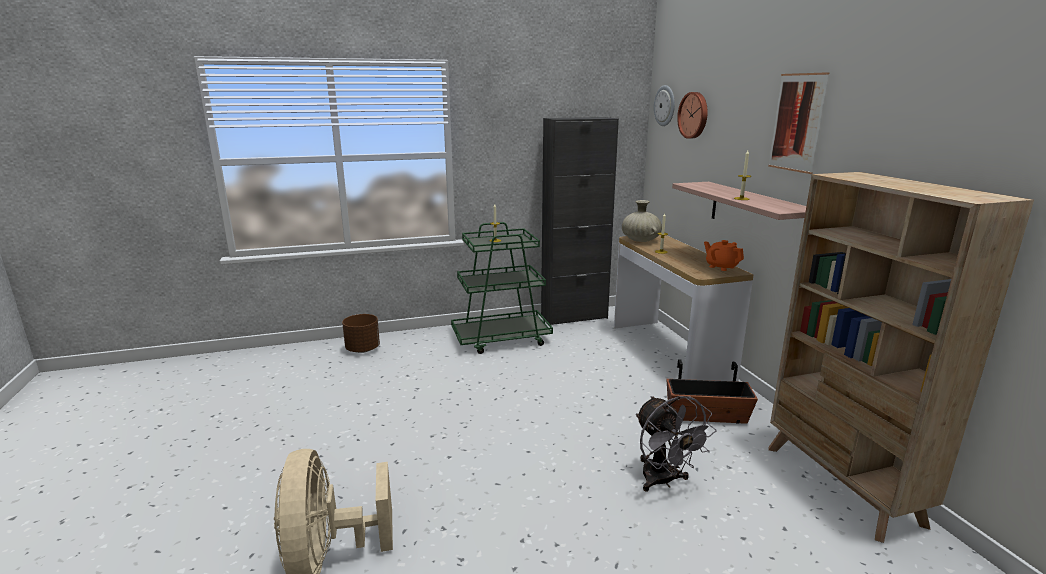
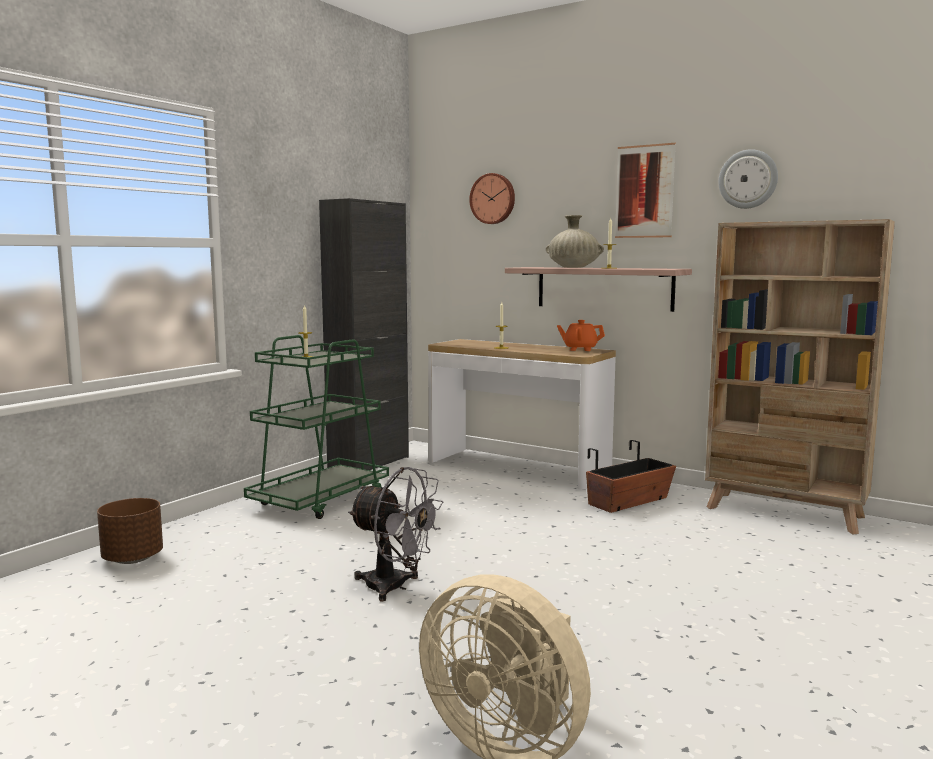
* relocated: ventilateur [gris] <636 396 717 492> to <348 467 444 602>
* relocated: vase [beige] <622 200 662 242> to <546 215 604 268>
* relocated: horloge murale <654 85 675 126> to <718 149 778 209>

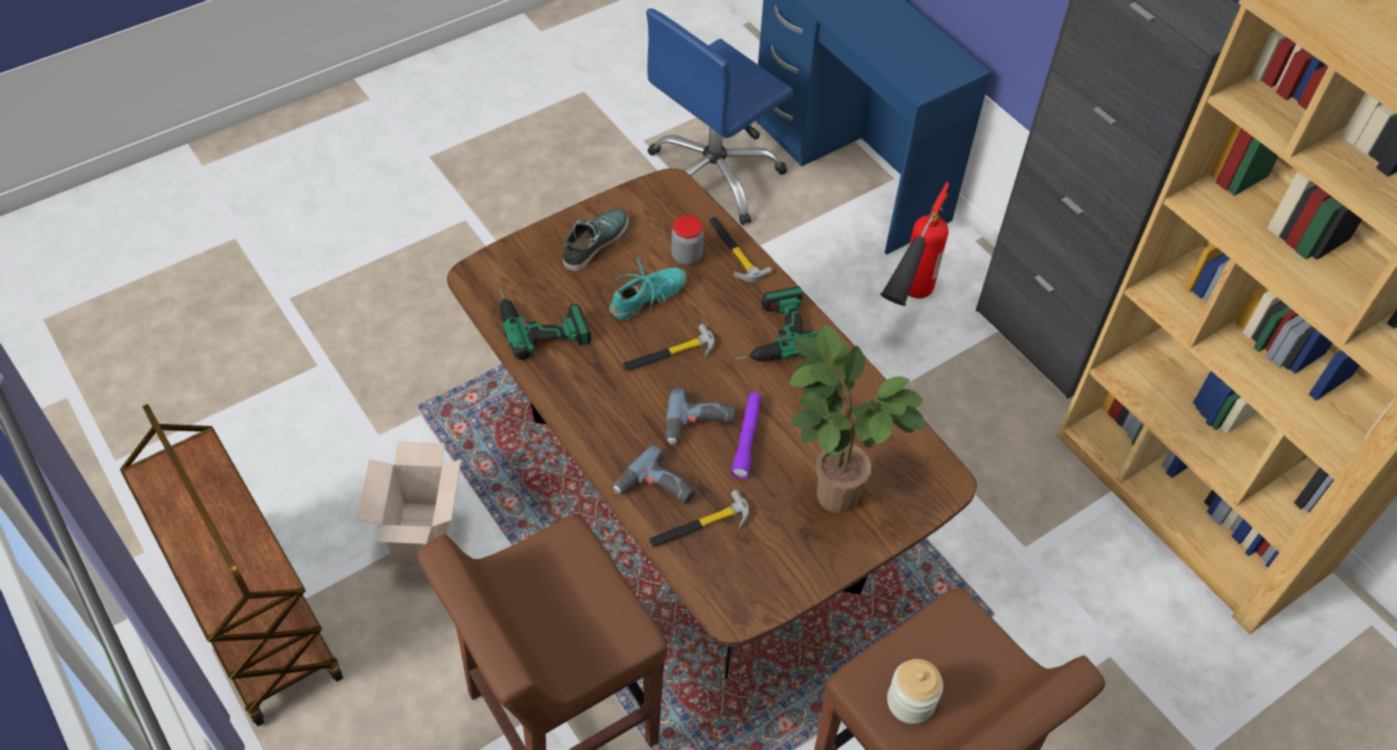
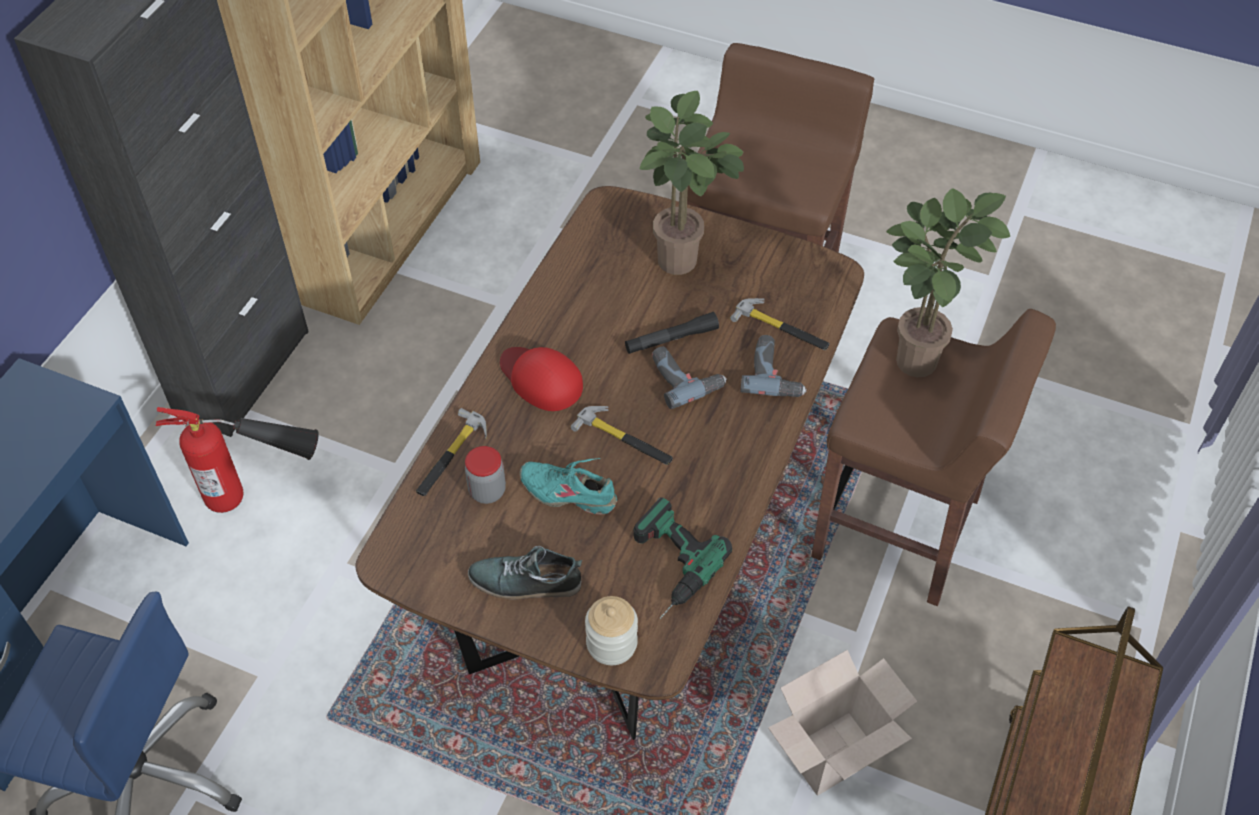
* exchanged: perceuse <733 286 818 361> to casquette [rouge] <500 347 583 411>
* relocated: bocal <887 659 943 724> to <585 596 638 665>
* colour: lampe de poche [violet] <731 392 762 479> to lampe de poche [noir] <625 312 719 354>
* appeared: plante en pot <886 188 1010 377>

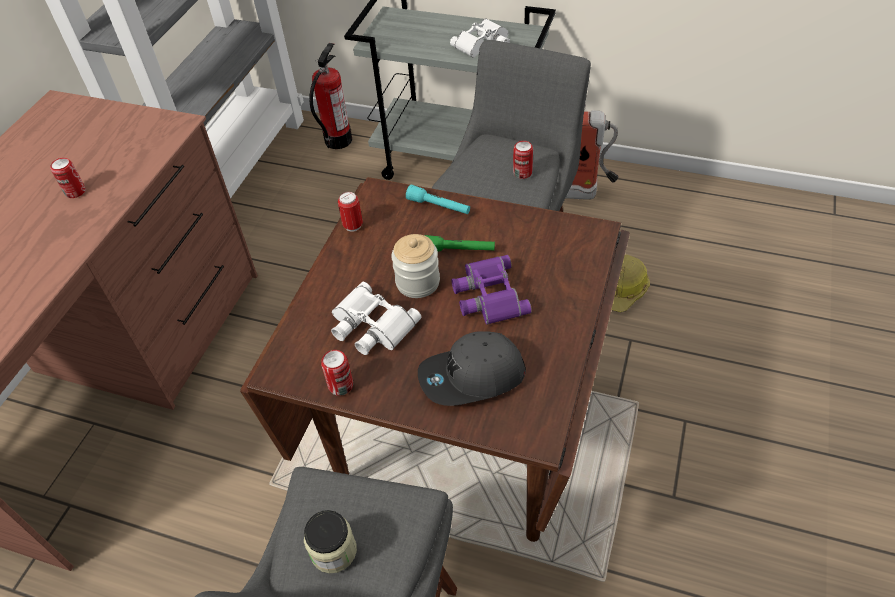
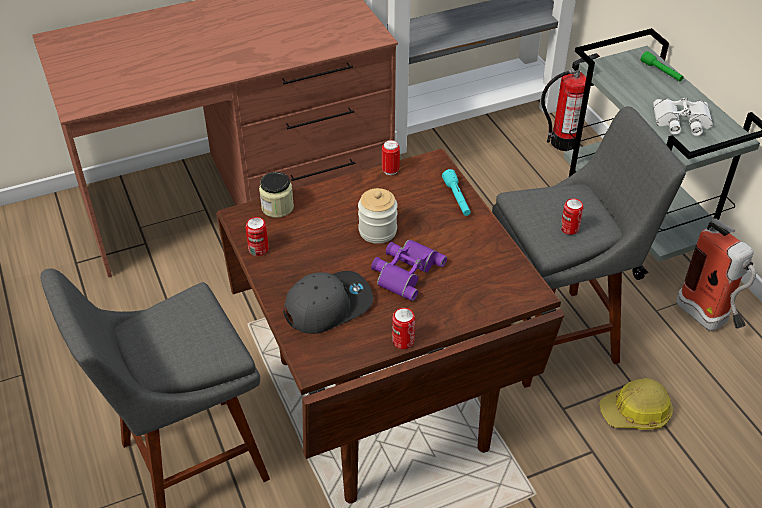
* relocated: bocal <304 510 357 573> to <259 172 294 218>
* spun: casquette [gris] <418 331 526 406> = <283 271 373 334> 120 degrees clockwise
* relocated: boîte métallique <50 158 86 198> to <392 308 415 349>
* relocated: lampe de poche [vert] <425 235 495 252> to <641 51 684 82>
* missing: jumelles [blanc] <331 282 422 355>

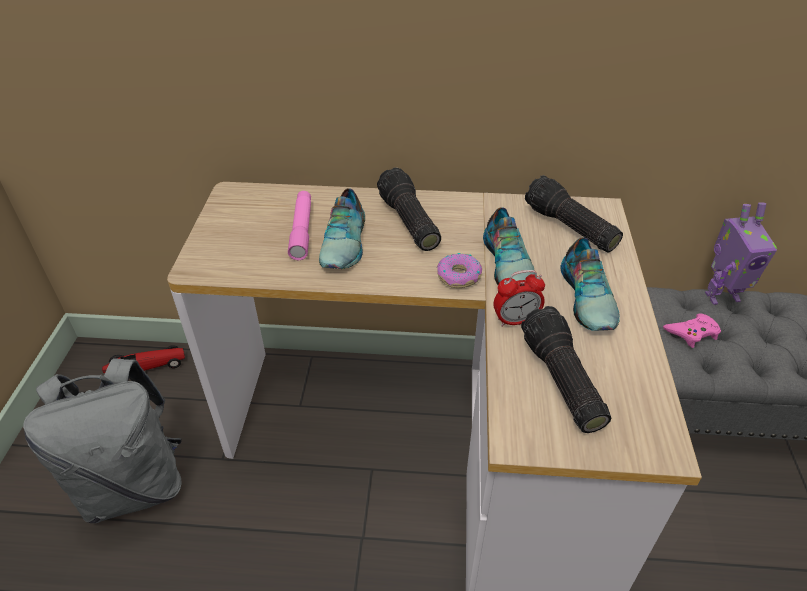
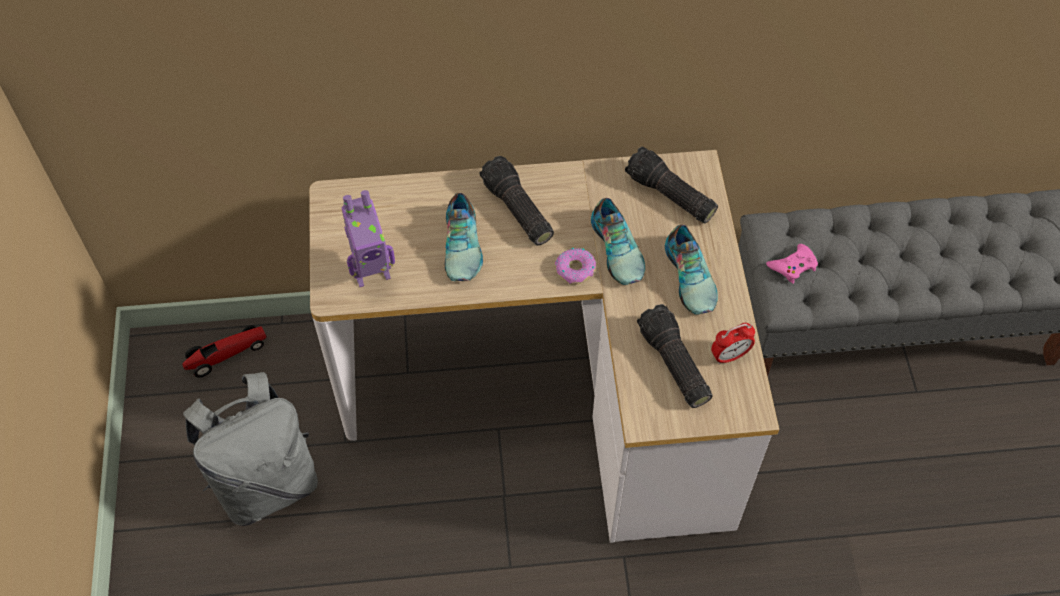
* relocated: robot jouet <705 202 777 305> to <342 190 395 287>
* relocated: réveil <494 270 545 326> to <711 323 755 364>
* missing: lampe de poche [rose] <288 191 311 260>

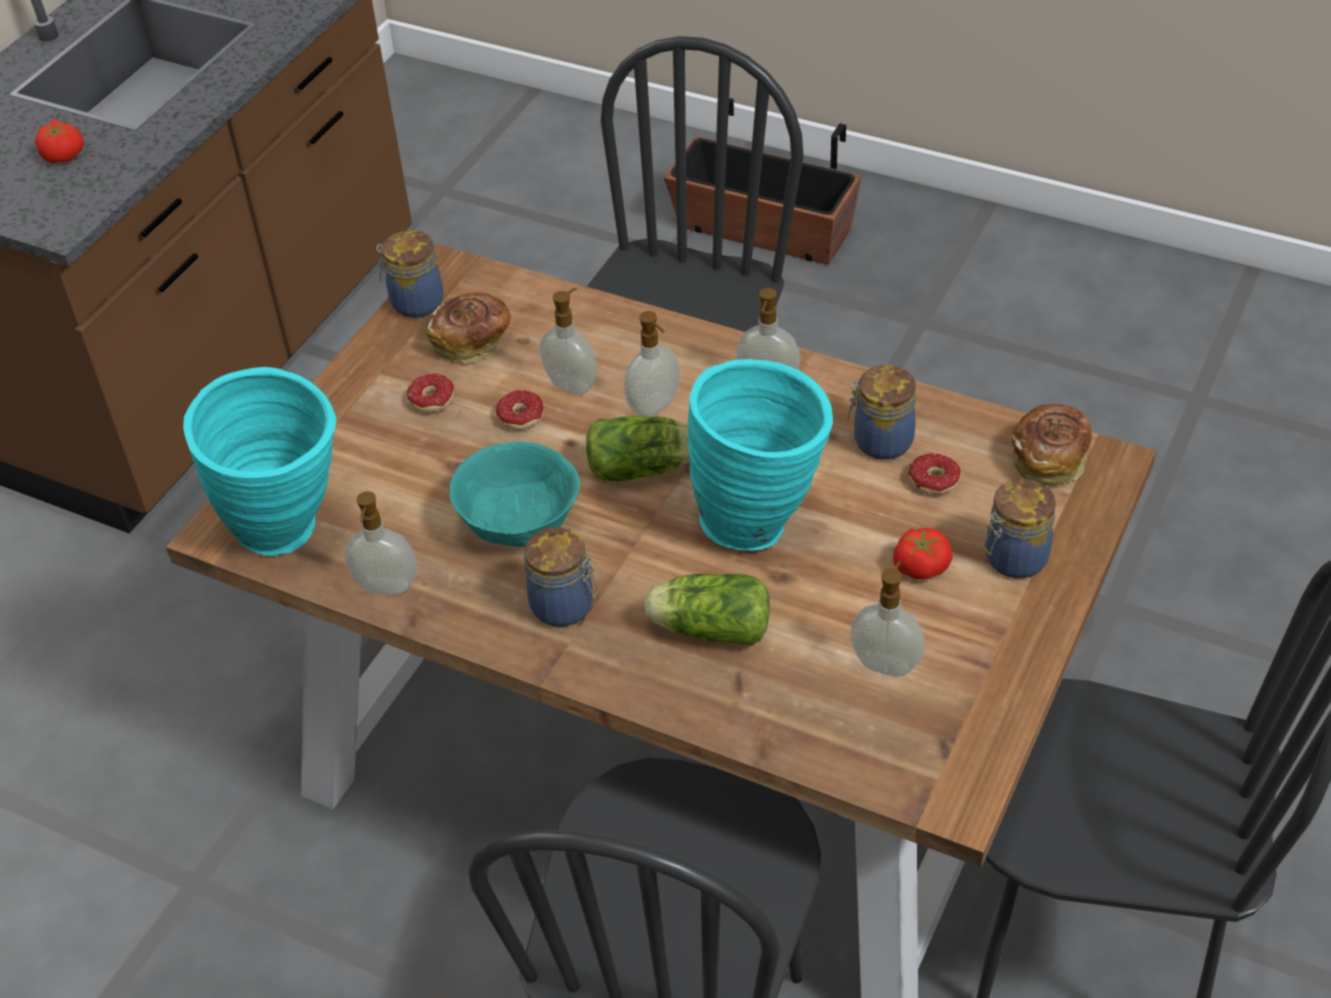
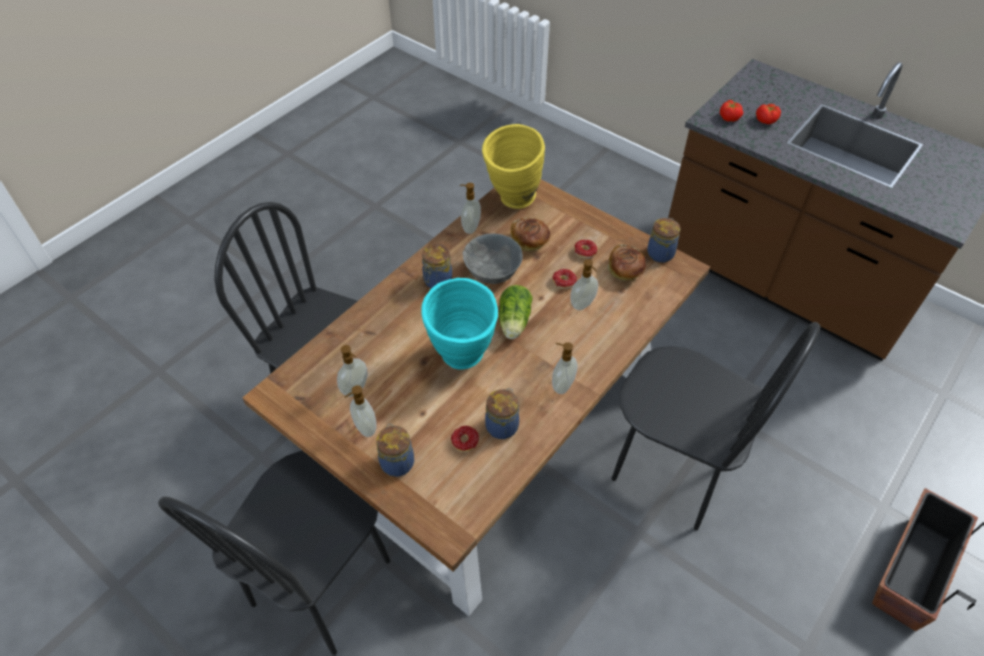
* relocated: distributeur de savon <624 311 680 416> to <344 385 377 437>
* colour: bol [turquoise] <449 442 580 547> to bol [gris] <463 233 523 284>
* colour: vase [turquoise] <183 367 336 556> to vase [jaune] <482 124 545 209>
* relocated: pain <1012 404 1092 486> to <511 217 550 252>
* relocated: tomate <893 528 953 580> to <720 100 743 122>
* missing: laitue <644 574 770 646>

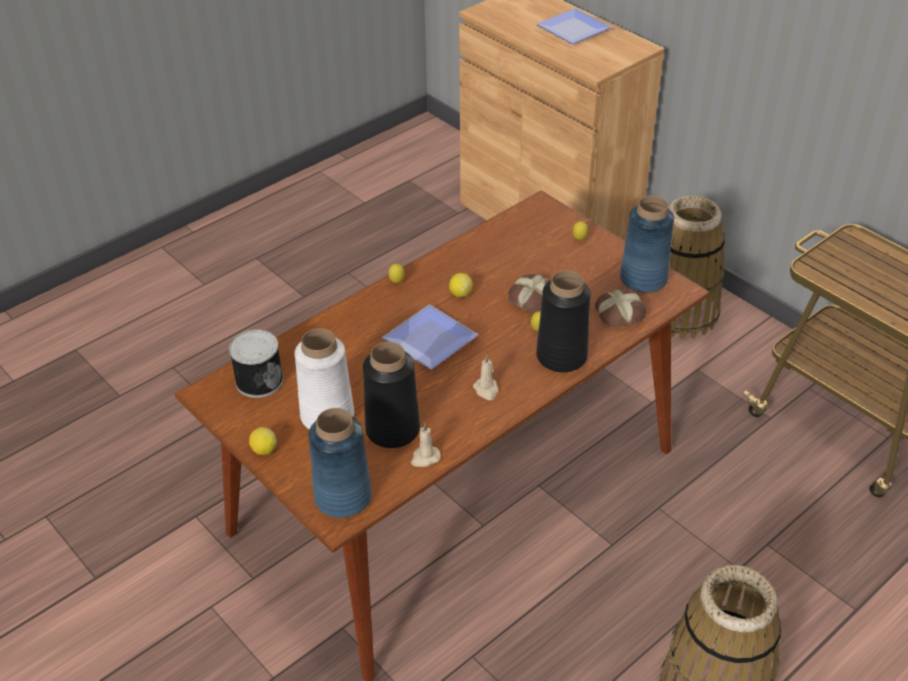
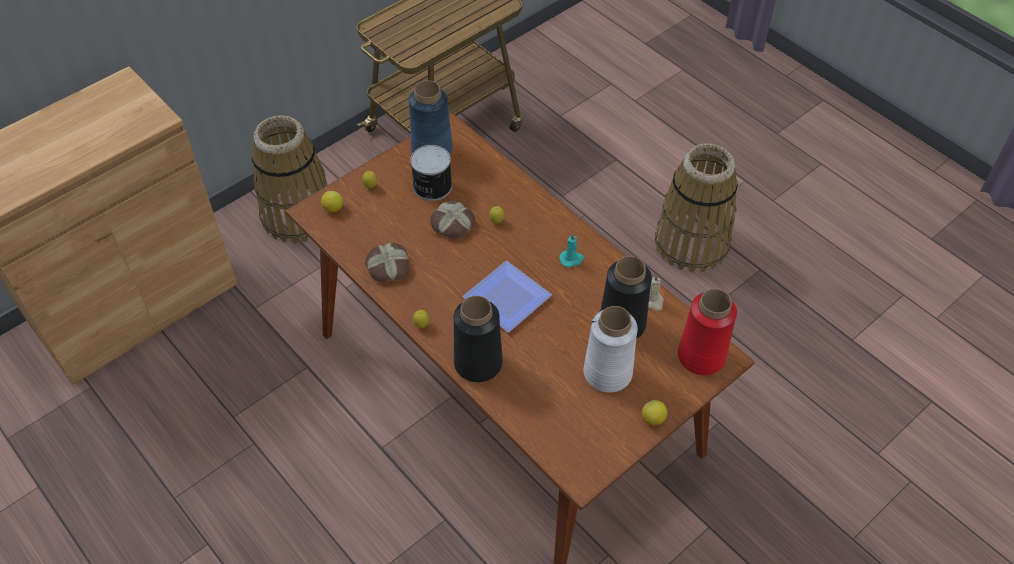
* relocated: citron <449 273 473 297> to <321 191 343 212>
* relocated: pain <595 289 646 326> to <365 243 410 283>
* relocated: boîte métallique <229 330 283 398> to <410 145 452 201>
* relocated: vase [noir] <536 270 591 372> to <453 296 503 382>
* colour: bougie [beige] <473 355 499 400> to bougie [turquoise] <559 234 584 267>
* colour: vase [bleu] <308 408 372 518> to vase [rouge] <678 289 737 375>
* missing: assiette <536 8 612 44>

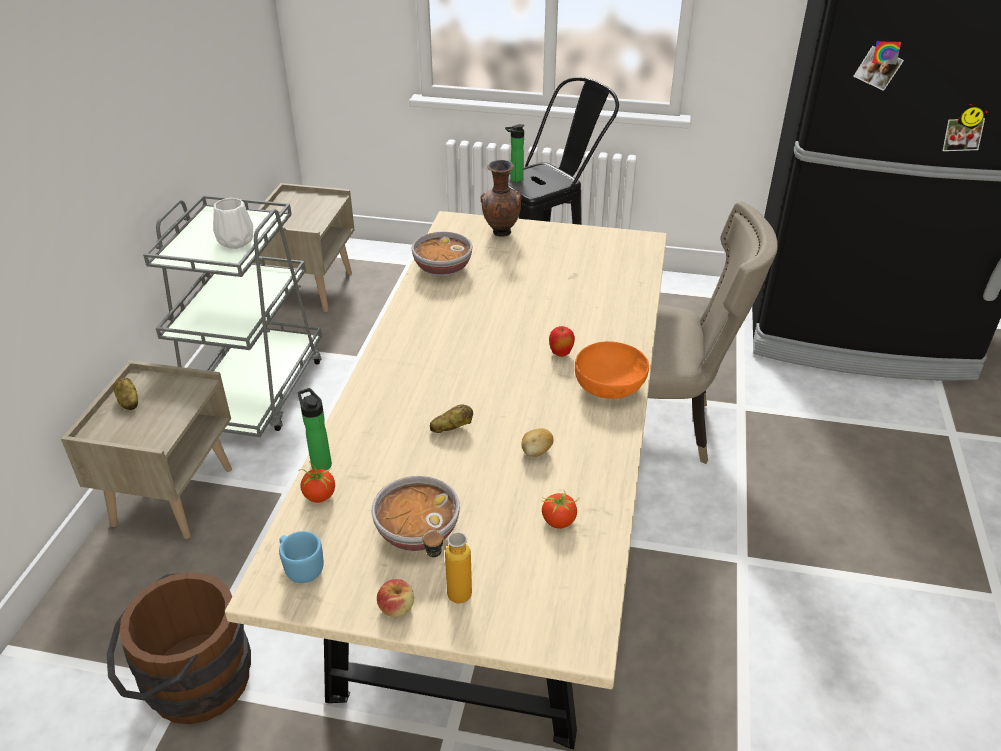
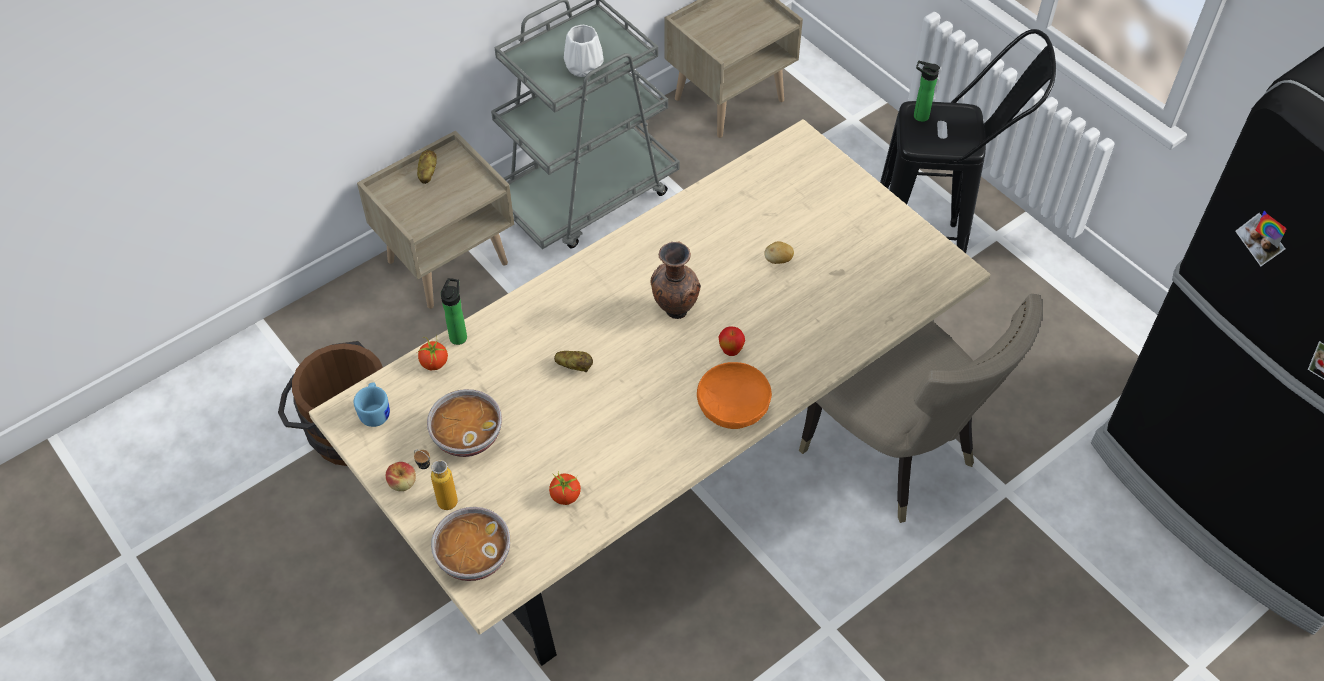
* relocated: bol <411 232 472 277> to <431 507 510 581>
* relocated: vase [marron] <481 160 522 237> to <651 241 701 319>
* relocated: pomme de terre <522 428 554 457> to <764 241 794 264>

